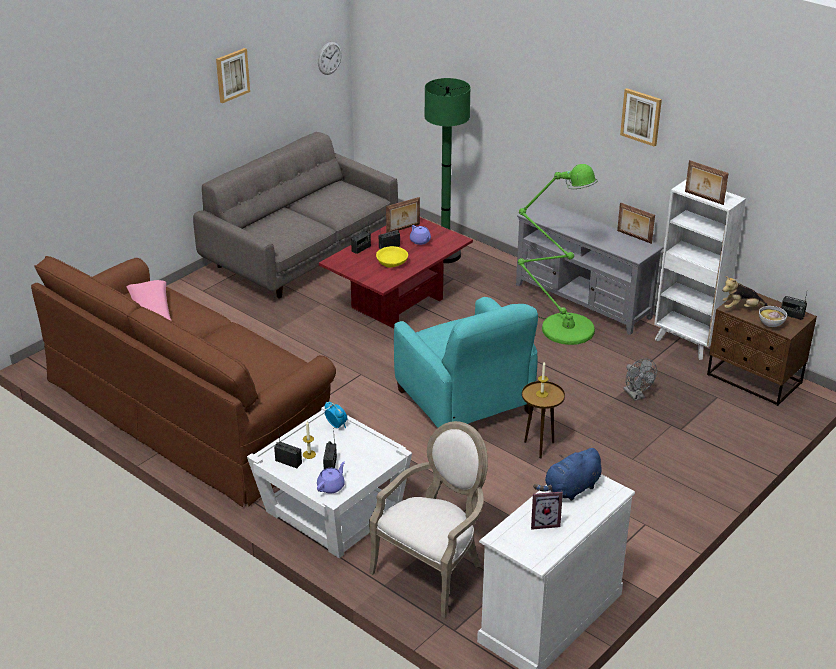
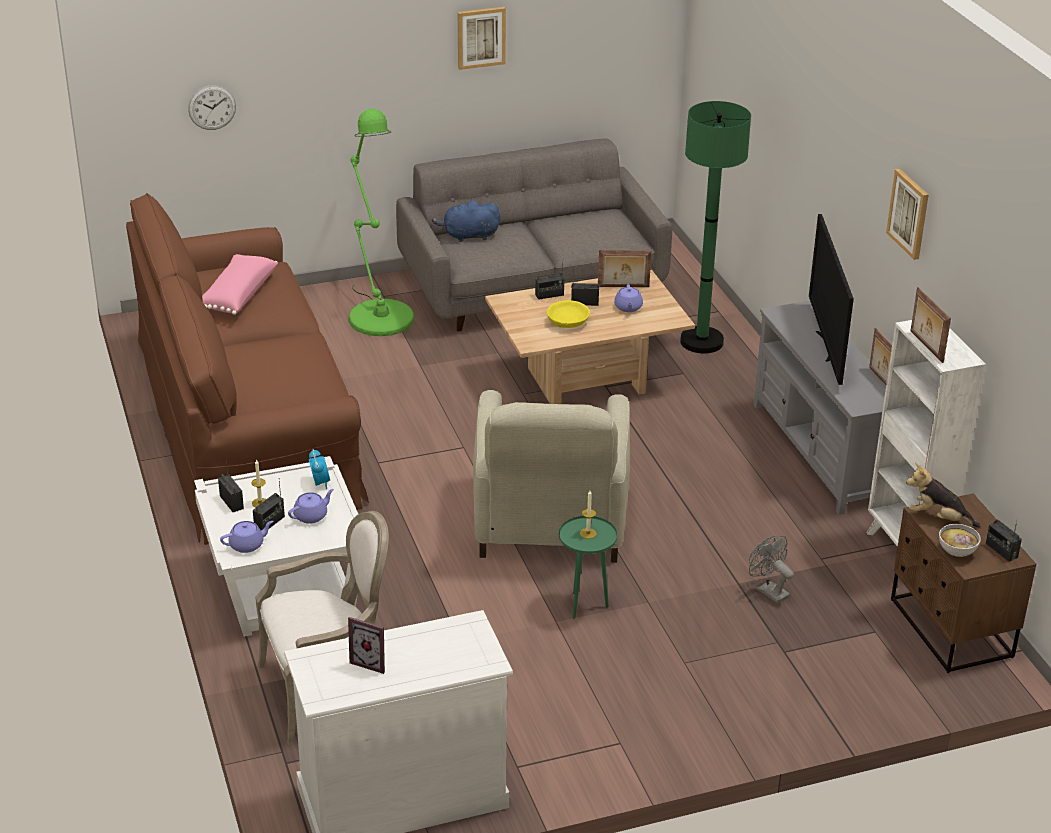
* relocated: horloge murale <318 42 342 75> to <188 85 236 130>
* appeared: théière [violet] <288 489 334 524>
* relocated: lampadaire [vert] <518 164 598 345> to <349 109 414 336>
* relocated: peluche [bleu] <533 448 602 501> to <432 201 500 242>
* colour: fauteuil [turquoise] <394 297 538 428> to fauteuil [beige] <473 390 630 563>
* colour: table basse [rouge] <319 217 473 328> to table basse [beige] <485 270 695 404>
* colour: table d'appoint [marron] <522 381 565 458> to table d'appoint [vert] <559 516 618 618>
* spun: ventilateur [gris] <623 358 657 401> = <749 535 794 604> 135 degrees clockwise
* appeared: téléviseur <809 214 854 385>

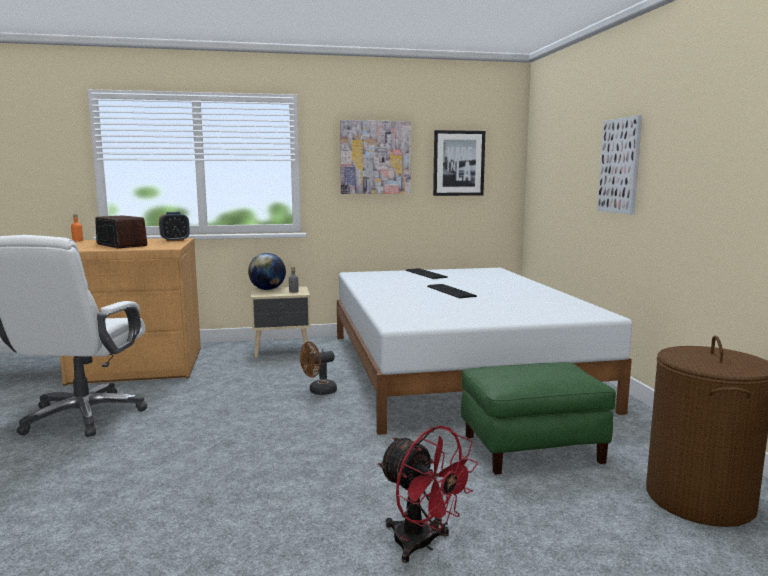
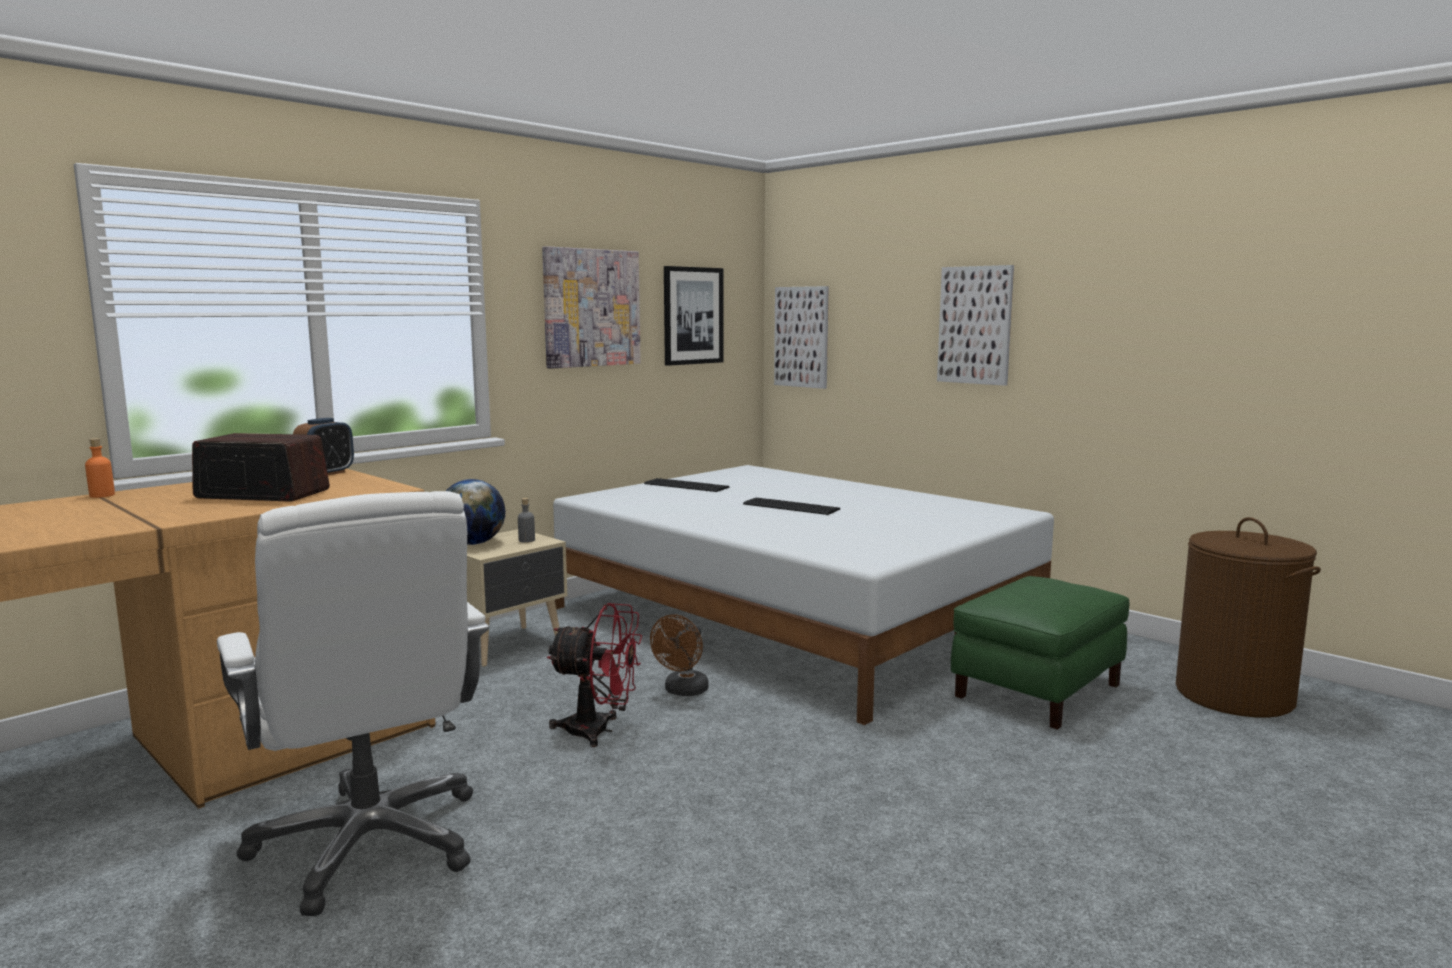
* relocated: ventilateur [rouge] <378 426 478 563> to <547 603 642 747>
* appeared: tableau <774 286 829 389>

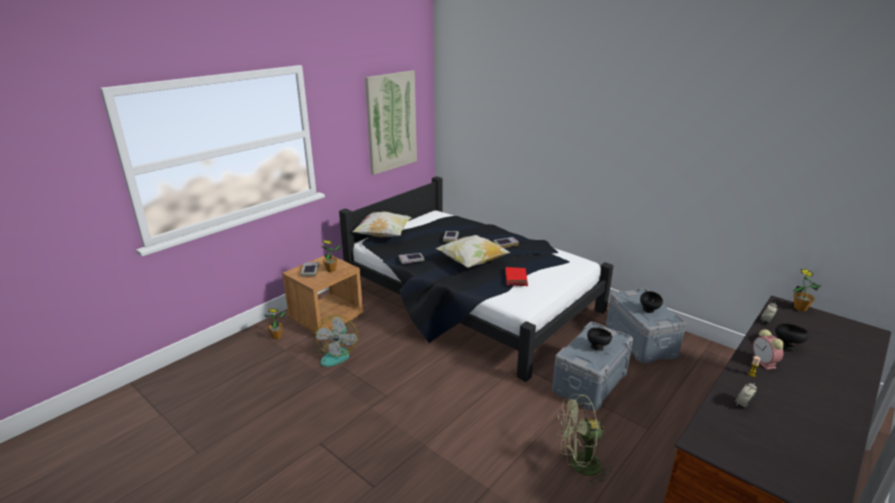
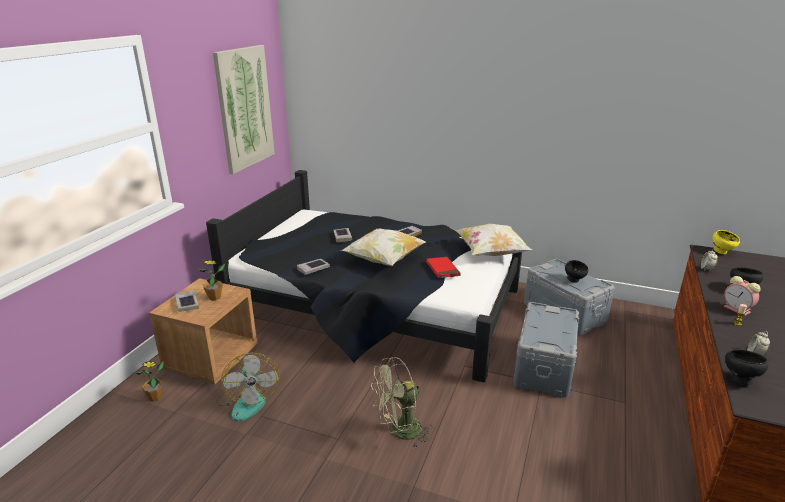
* relocated: ventilateur [vert] <557 394 612 484> to <371 357 433 448>
* relocated: coussin <353 212 412 237> to <455 224 532 256>
* exchanged: plante en pot <794 269 822 311> to bol [jaune] <712 230 740 254>
* relocated: bol [noir] <587 327 612 351> to <725 349 768 385>

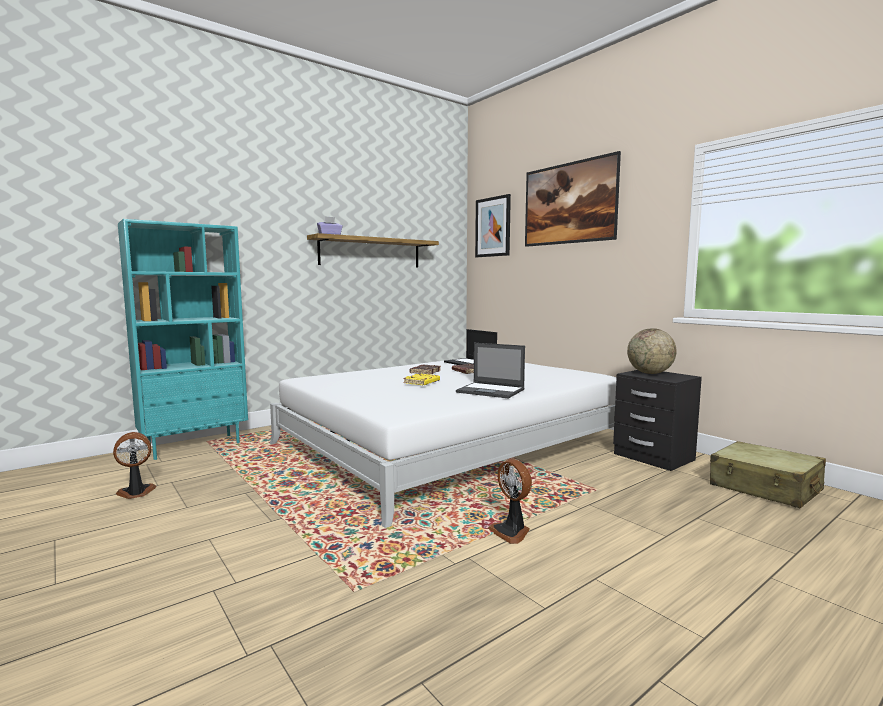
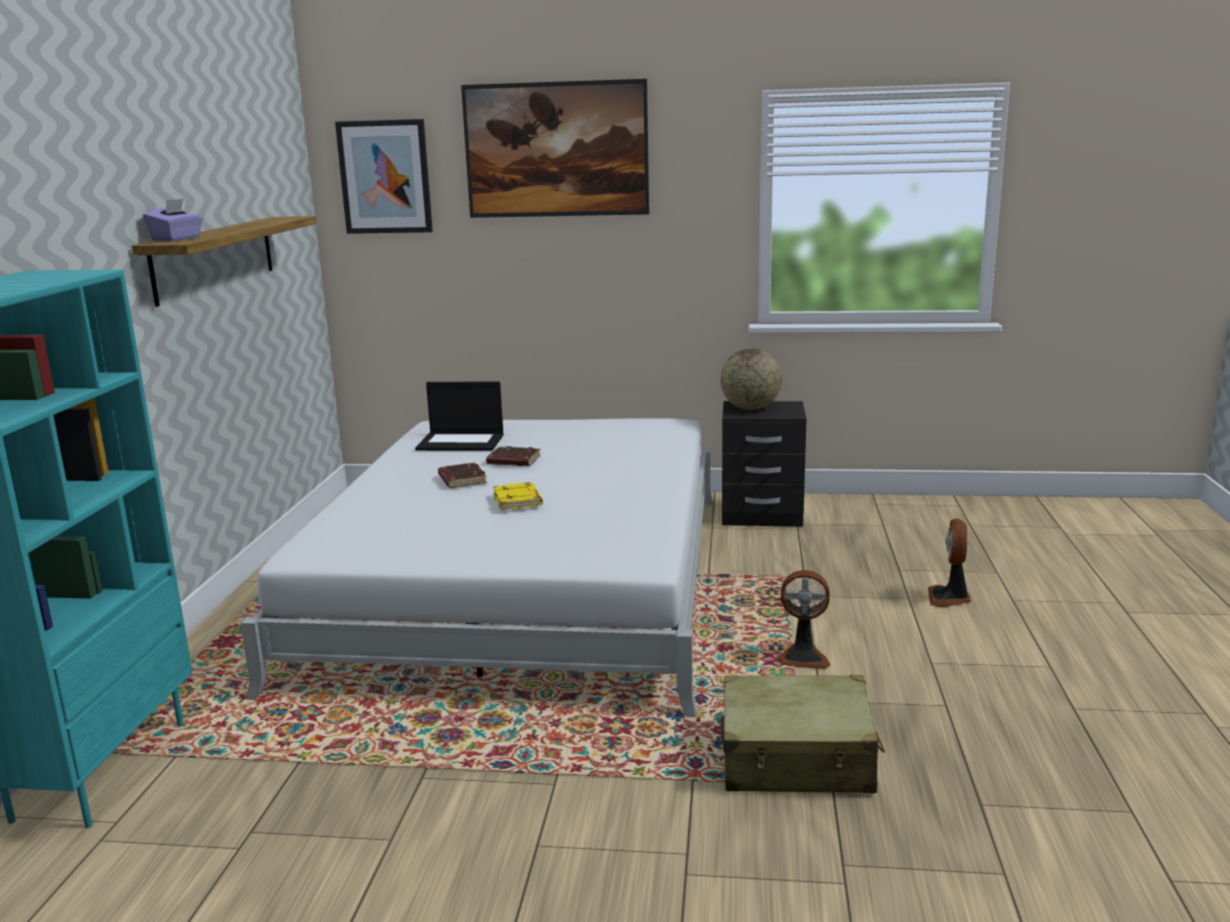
* relocated: valise [beige] <710 441 826 508> to <721 675 885 793>
* relocated: ventilateur <113 432 157 499> to <928 519 971 607>
* missing: ordinateur portable <456 343 525 399>

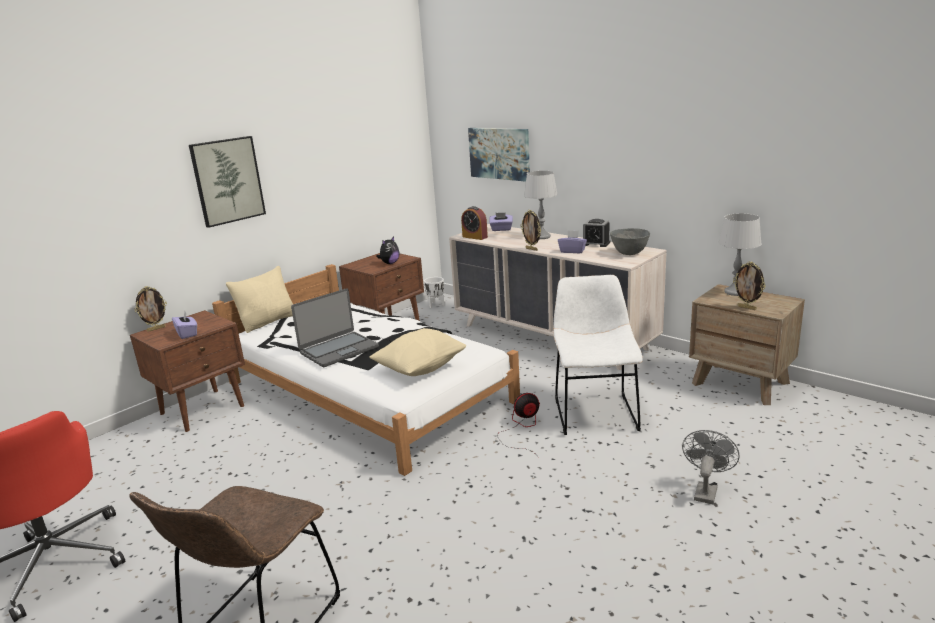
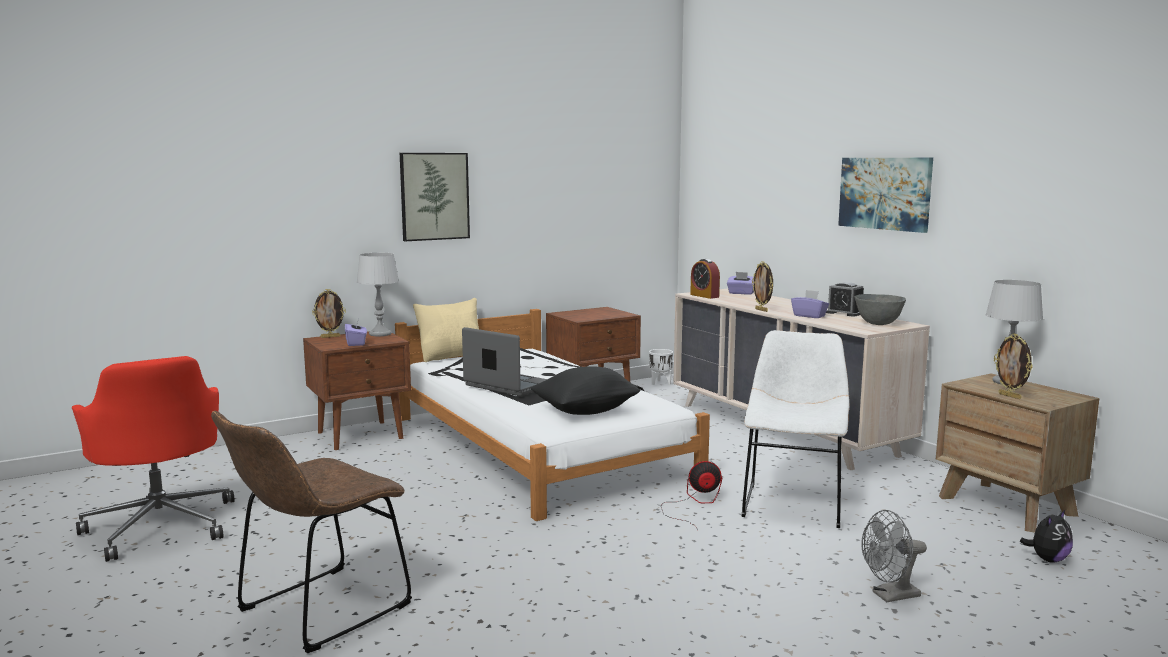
* relocated: lampe de table [gris] <524 171 558 239> to <357 253 399 336>
* spun: ordinateur portable <291 288 379 367> = <462 327 547 396> 120 degrees counterclockwise
* colour: coussin [beige] <369 328 466 376> to coussin [noir] <530 366 641 415>
* relocated: tableau <468 128 530 182> to <838 158 933 233>
* spun: ventilateur [gris] <682 430 740 504> = <861 510 927 602> 150 degrees counterclockwise
* relocated: peluche <376 237 400 264> to <1020 510 1073 563>

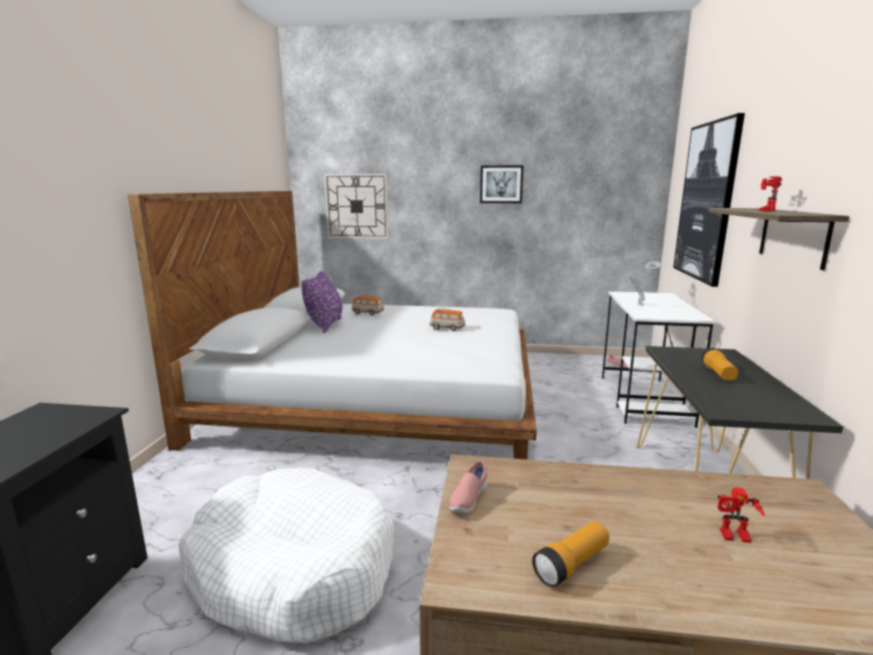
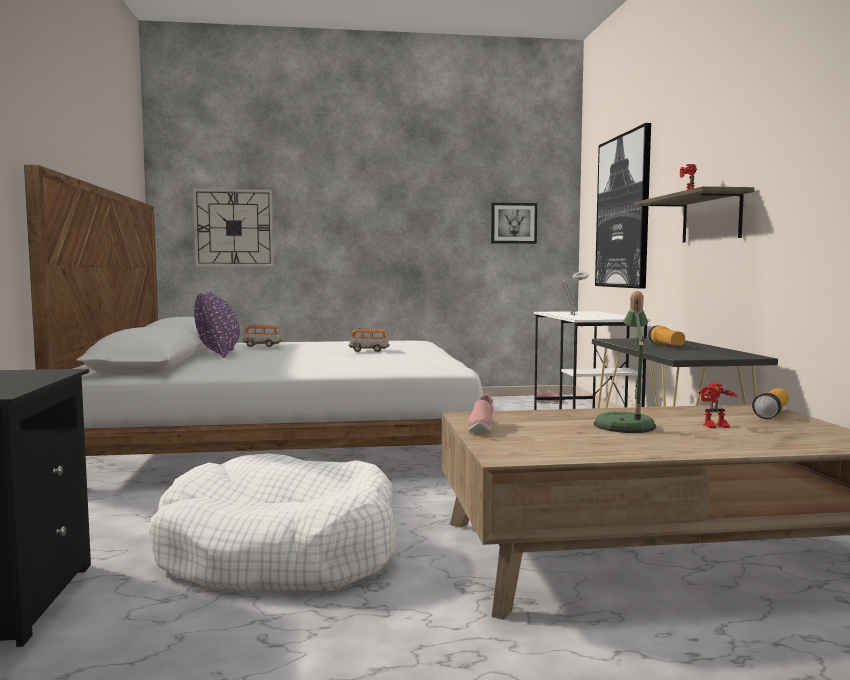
* relocated: tableau <480 165 524 203> to <491 203 537 244>
* appeared: lampe de table <594 291 656 433>
* relocated: lampe de poche <532 521 609 587> to <752 388 789 419>

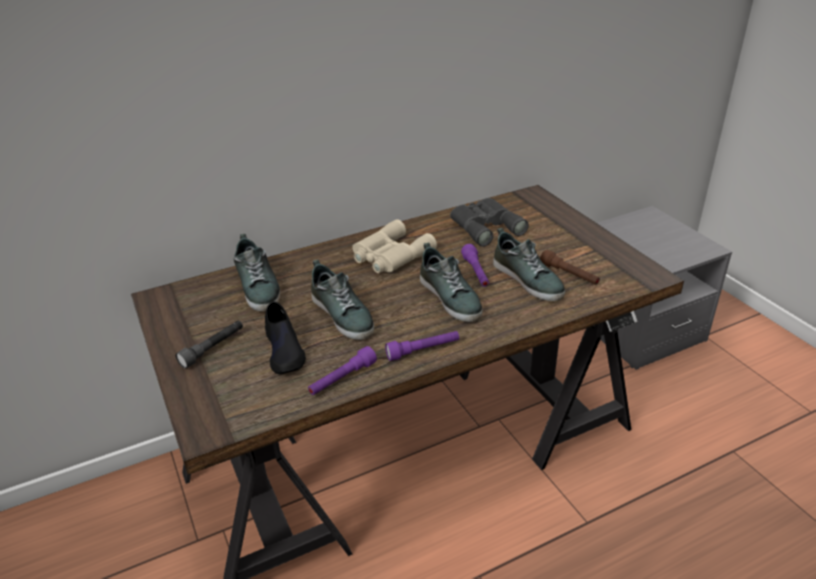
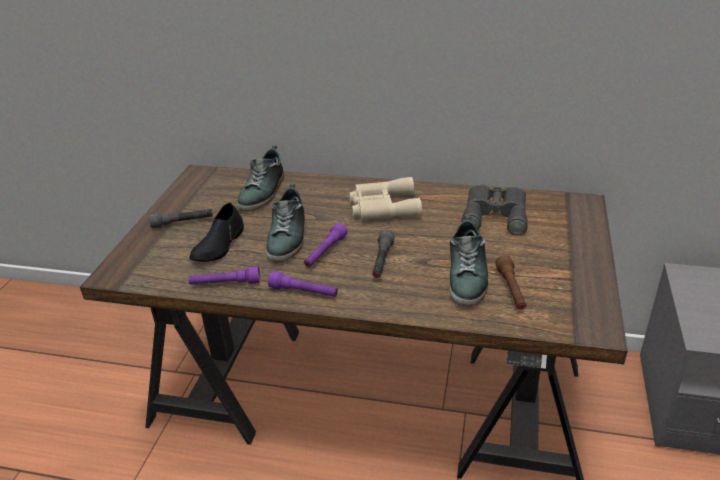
* relocated: lampe de poche [violet] <461 244 489 287> to <304 223 348 267>
* exchanged: chaussure <420 243 483 322> to lampe de poche [gris] <372 229 395 278>

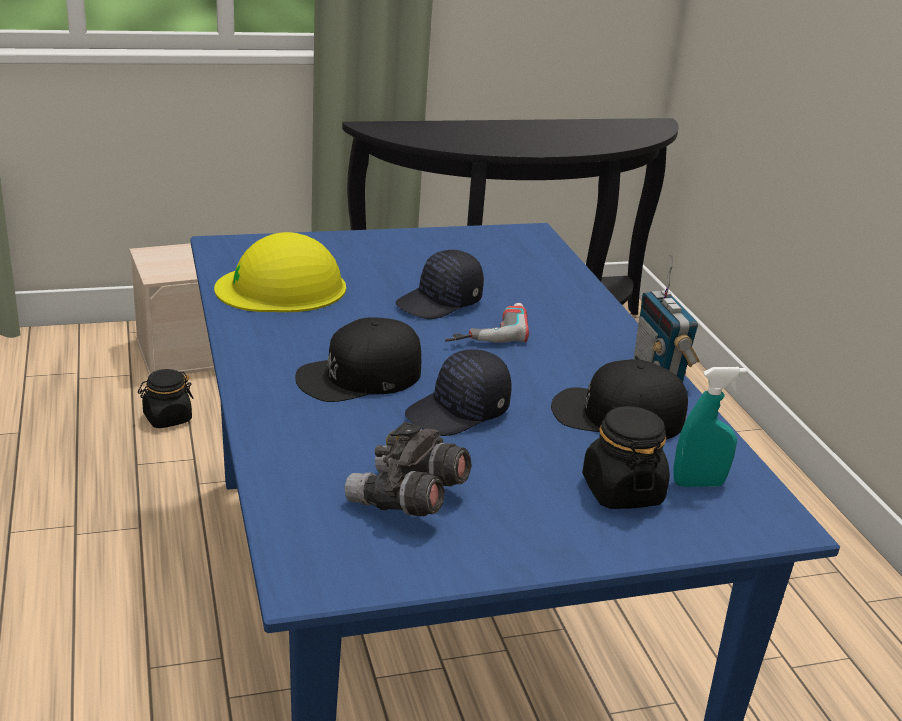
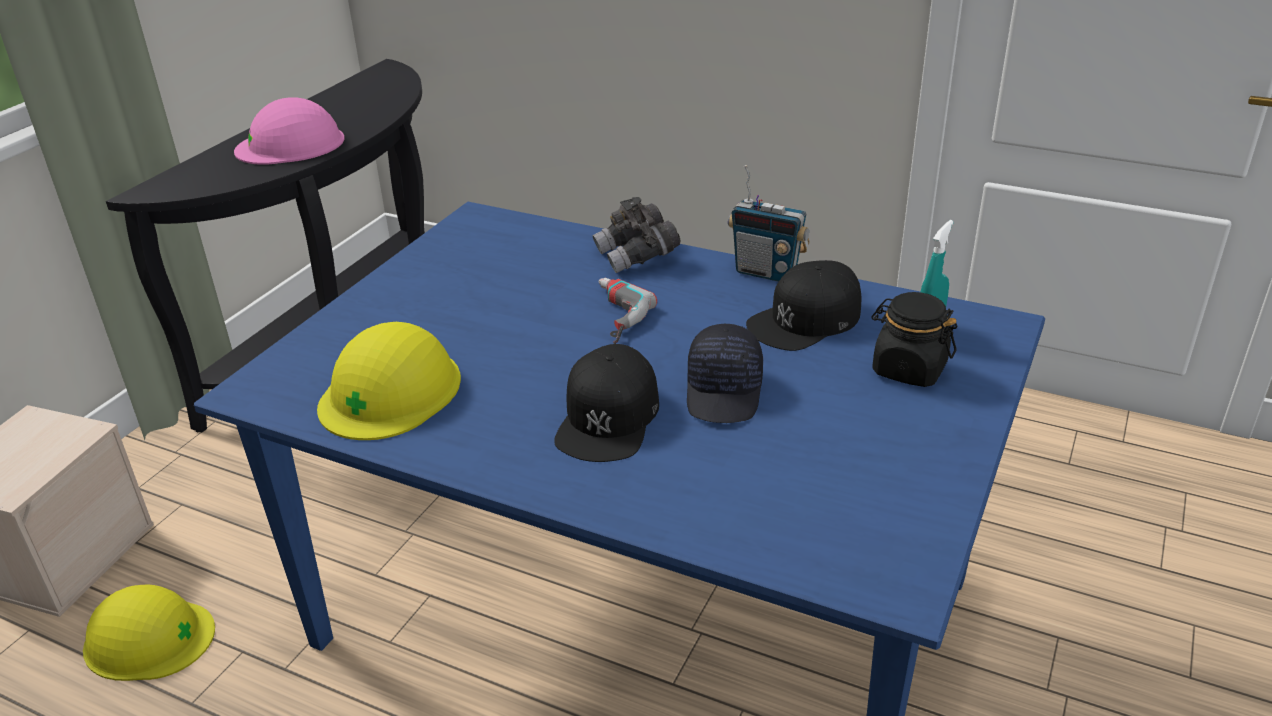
* exchanged: bocal [noir] <138 369 194 428> to casque de chantier [jaune] <83 584 215 681>
* appeared: casque de chantier [rose] <234 98 345 165>
* relocated: jumelles [gris] <345 422 472 516> to <593 197 681 273>
* missing: casquette [noir] <396 250 484 319>

